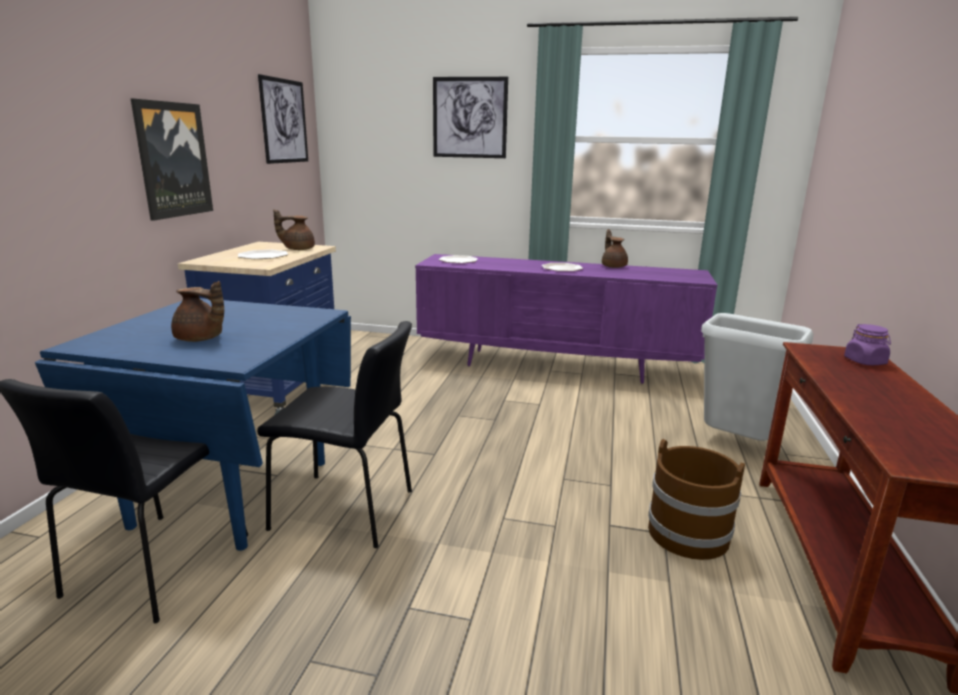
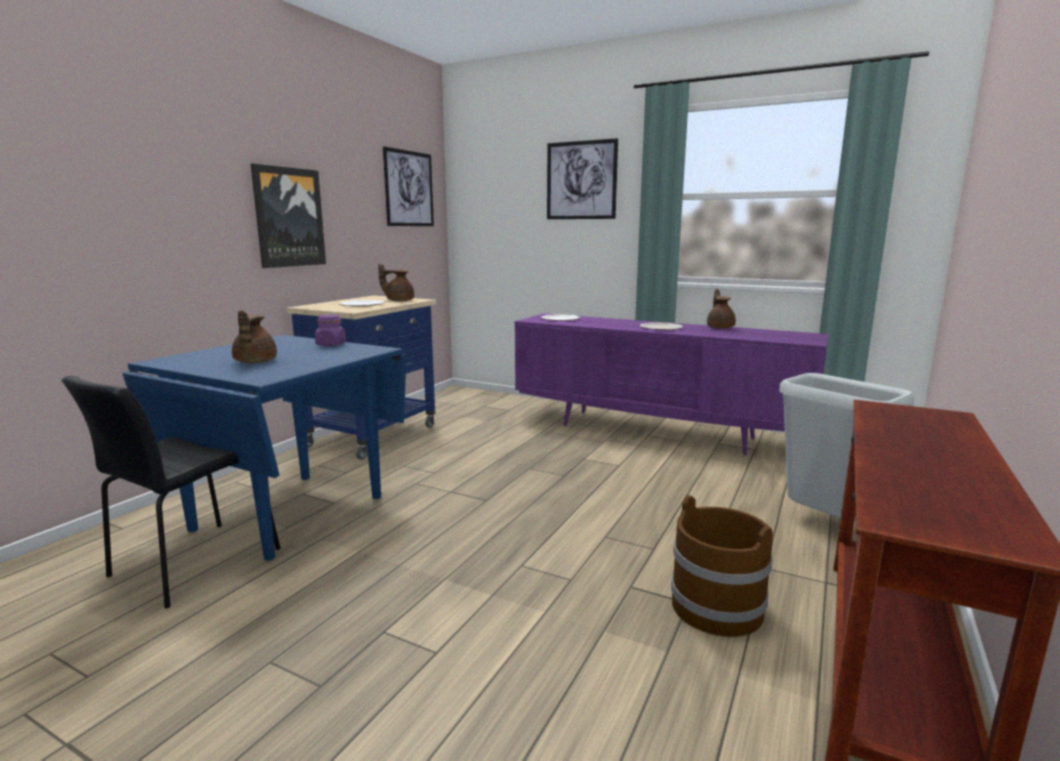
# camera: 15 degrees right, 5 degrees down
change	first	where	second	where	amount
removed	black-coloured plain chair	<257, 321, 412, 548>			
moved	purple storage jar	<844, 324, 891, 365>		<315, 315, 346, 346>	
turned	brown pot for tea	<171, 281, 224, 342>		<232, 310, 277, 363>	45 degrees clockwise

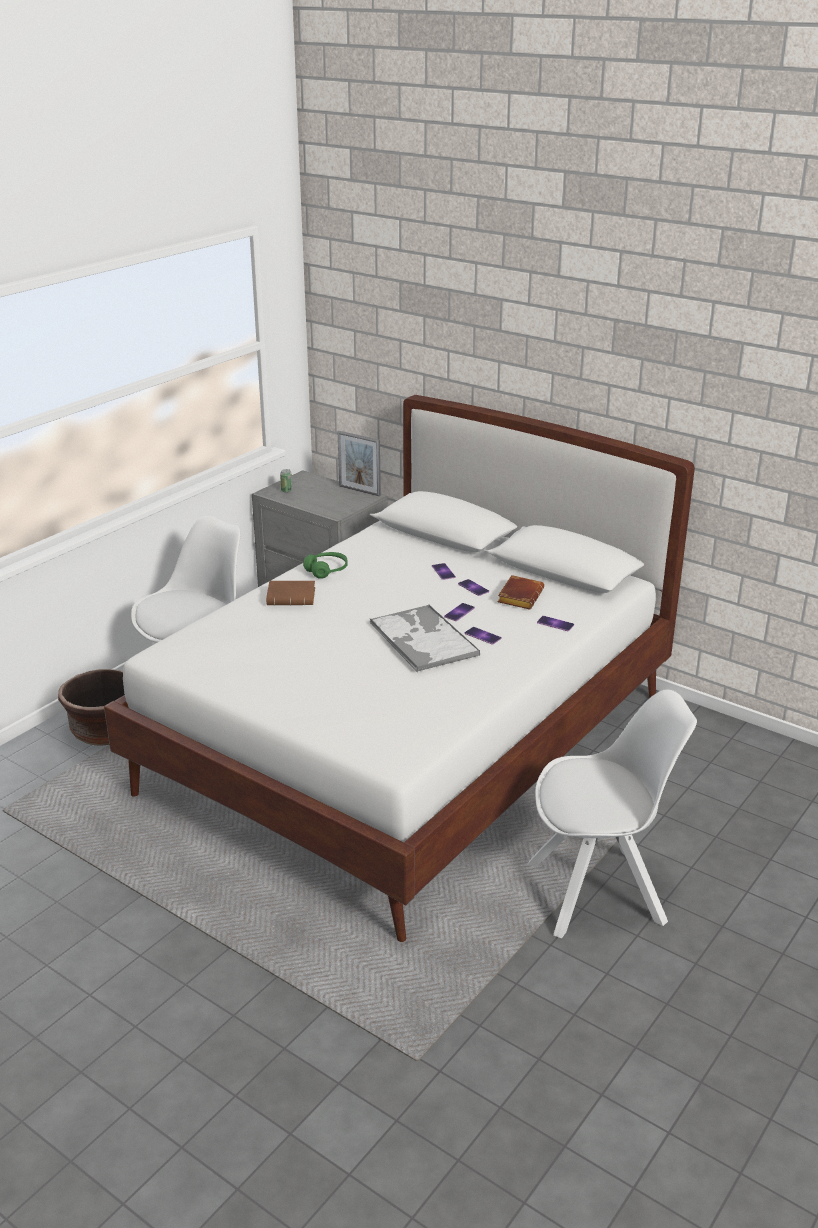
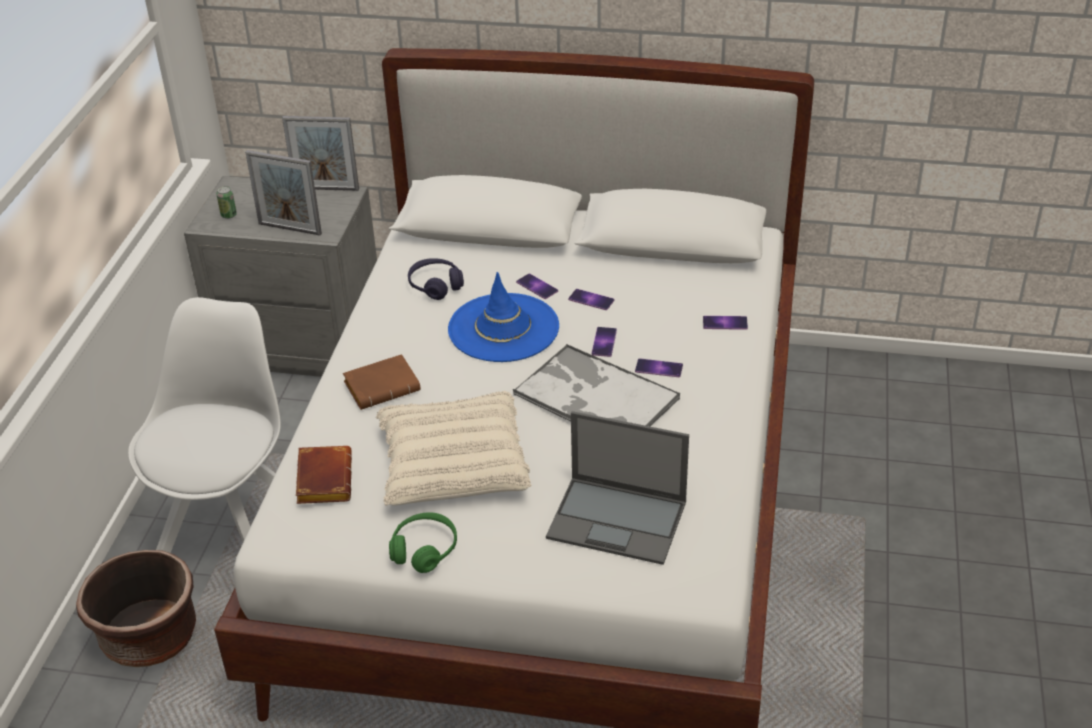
# camera: 25 degrees left, 10 degrees up
change	first	where	second	where	amount
removed	white-coloured plain chair	<528, 690, 697, 939>			
added			picture frame	<245, 150, 322, 236>	
added			beige cushion	<376, 390, 531, 506>	
added			purple headphones	<408, 258, 464, 300>	
added			blue clothing hat	<448, 272, 559, 362>	
added			portable computer	<546, 411, 689, 565>	
moved	greenish headphones	<303, 552, 348, 579>		<389, 512, 457, 573>	
moved	brown bound book	<498, 575, 544, 609>		<296, 446, 352, 504>	

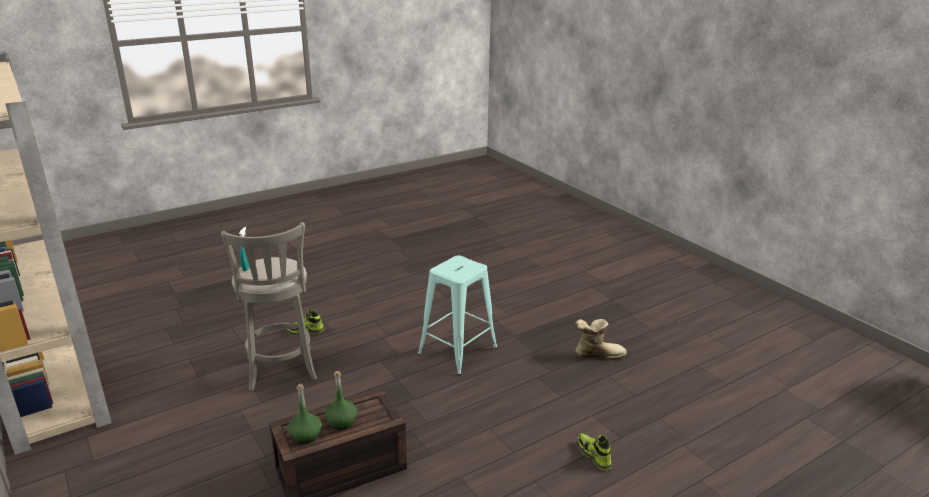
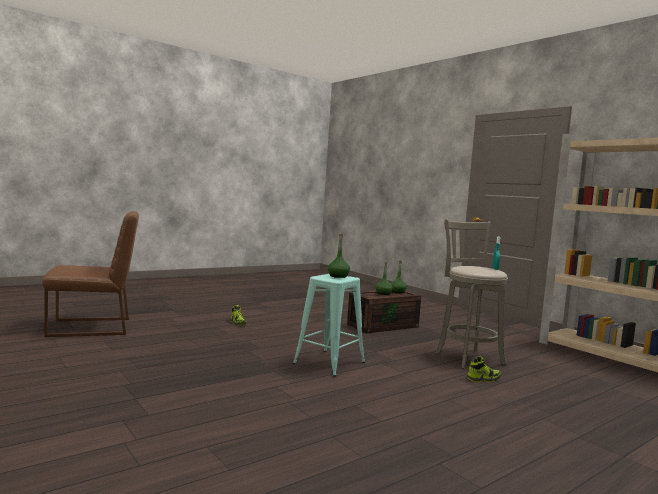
# camera: 175 degrees right, 20 degrees down
change	first	where	second	where	amount
removed	high-top boot	<575, 319, 627, 360>			
added			brown plain chair	<42, 211, 139, 337>	
added			greenish bottle	<328, 234, 350, 278>	

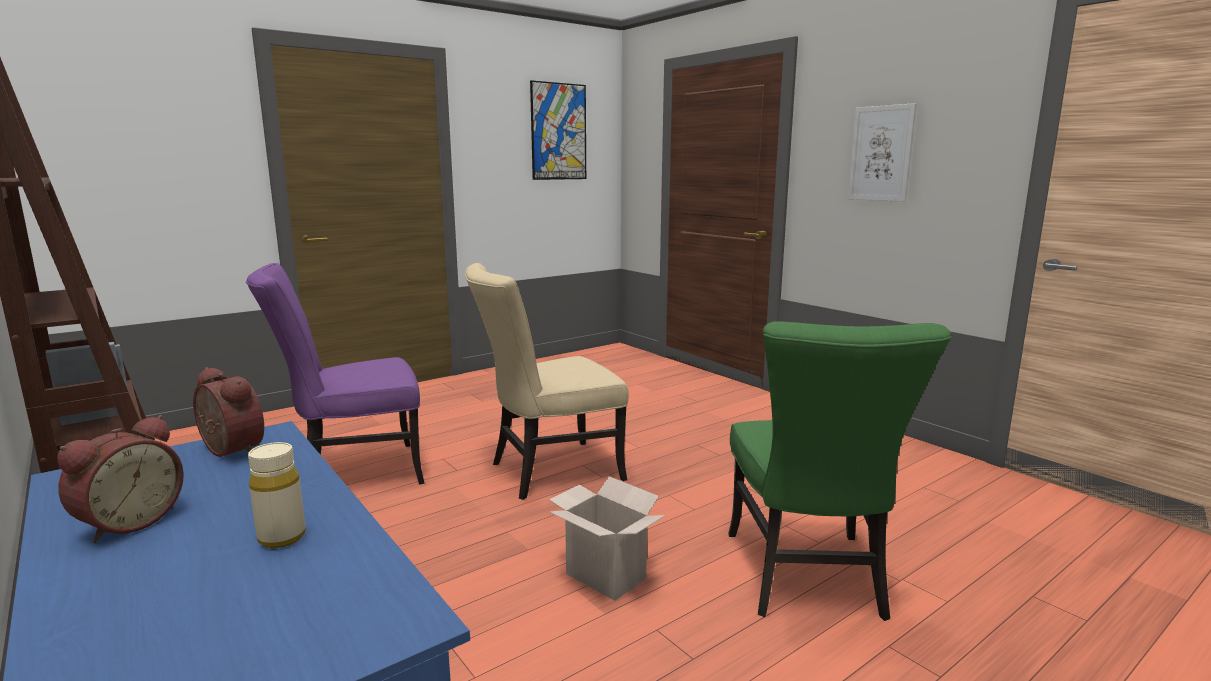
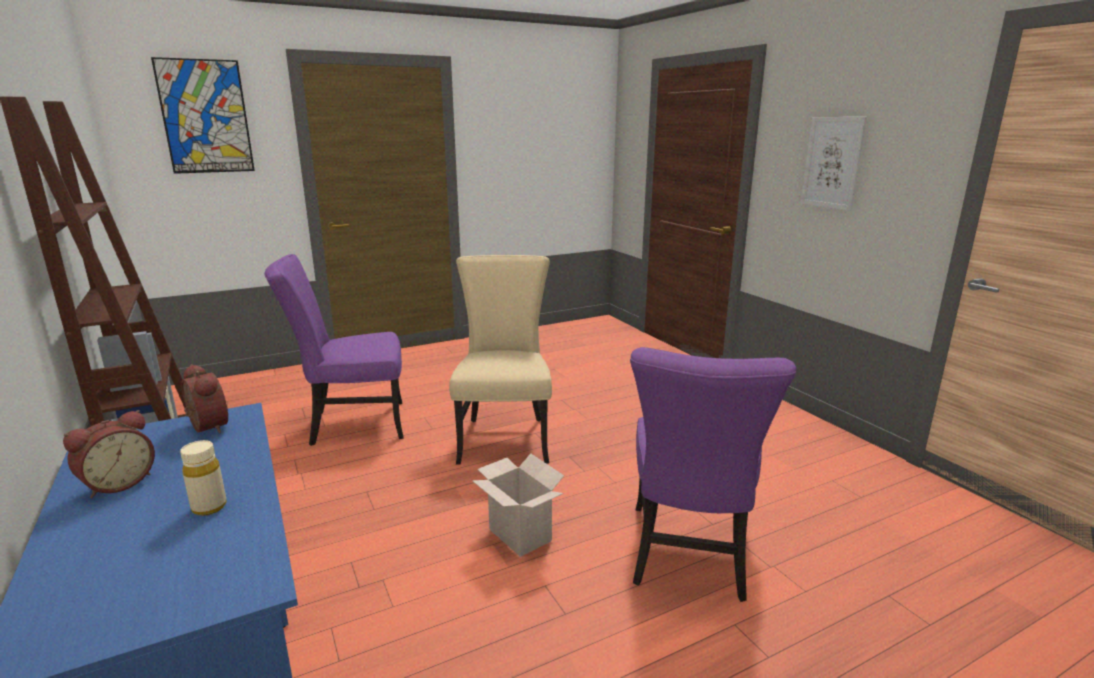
# camera: 10 degrees right, 5 degrees up
change	first	where	second	where	amount
moved	wall art	<530, 80, 586, 180>		<151, 57, 255, 174>	
recoloured	greenish plain chair	<728, 321, 951, 621>	purple plain chair	<630, 347, 796, 602>	
turned	beige plain chair	<465, 263, 628, 500>		<449, 255, 552, 465>	105 degrees clockwise

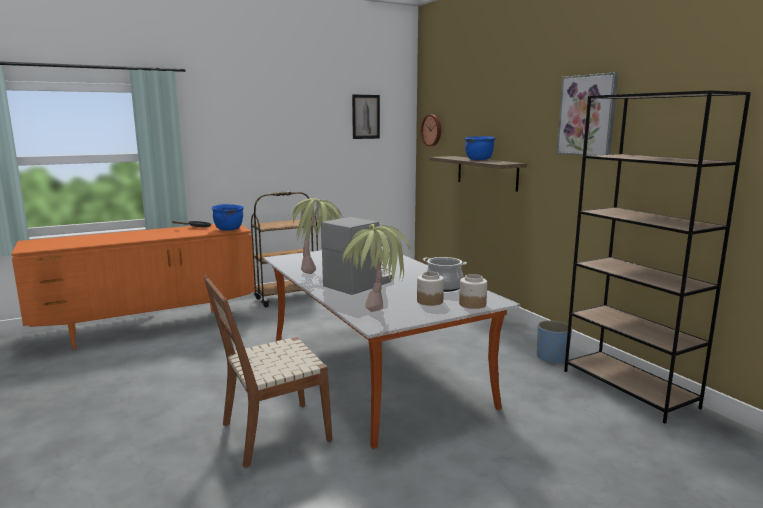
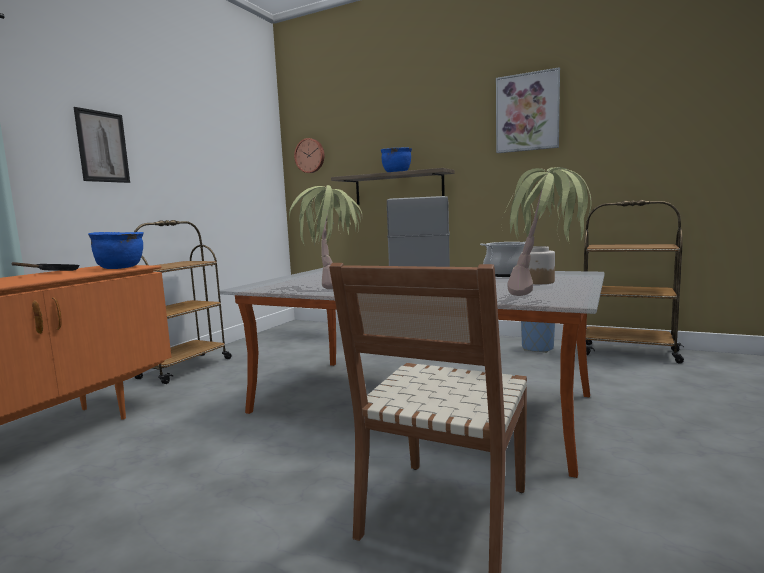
# camera: 35 degrees left, 5 degrees down
change	first	where	second	where	amount
removed	storage jar	<459, 274, 487, 309>			
moved	wall art	<352, 94, 380, 139>		<74, 107, 130, 183>	
replaced	beige bookcase	<564, 90, 751, 424>	brown trolley	<584, 200, 685, 364>	

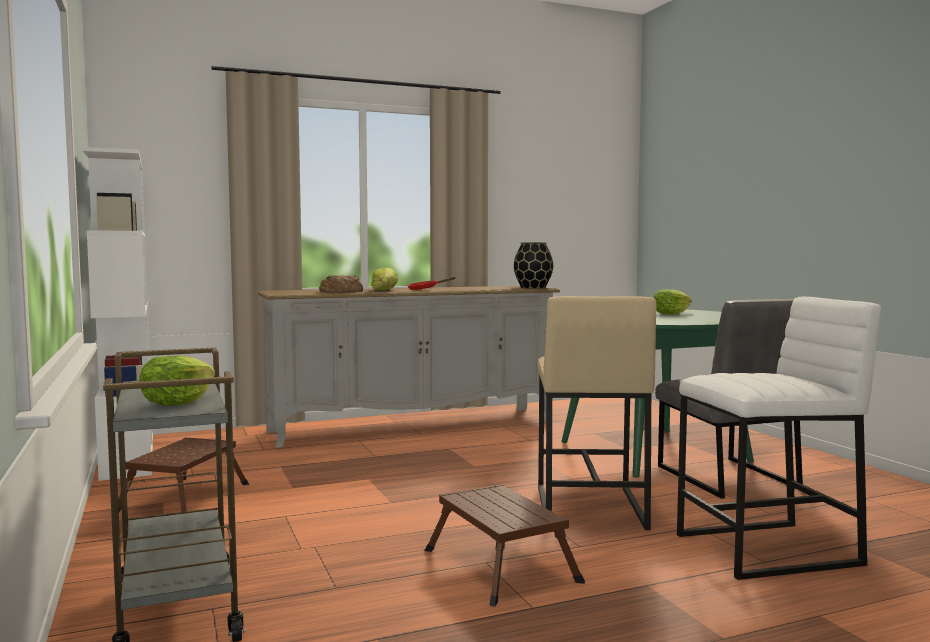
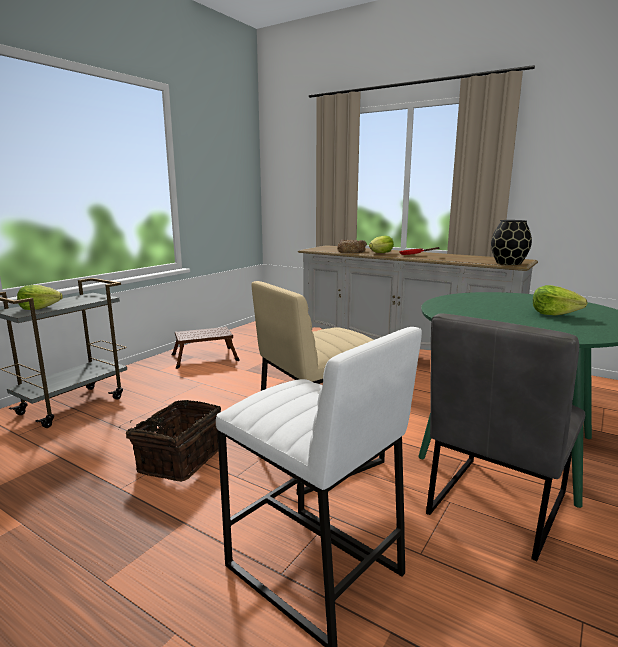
# camera: 55 degrees right, 10 degrees up
change	first	where	second	where	amount
removed	white-coloured bookcase	<83, 147, 153, 481>			
replaced	brown step stool	<424, 484, 585, 607>	basket	<119, 400, 221, 482>	

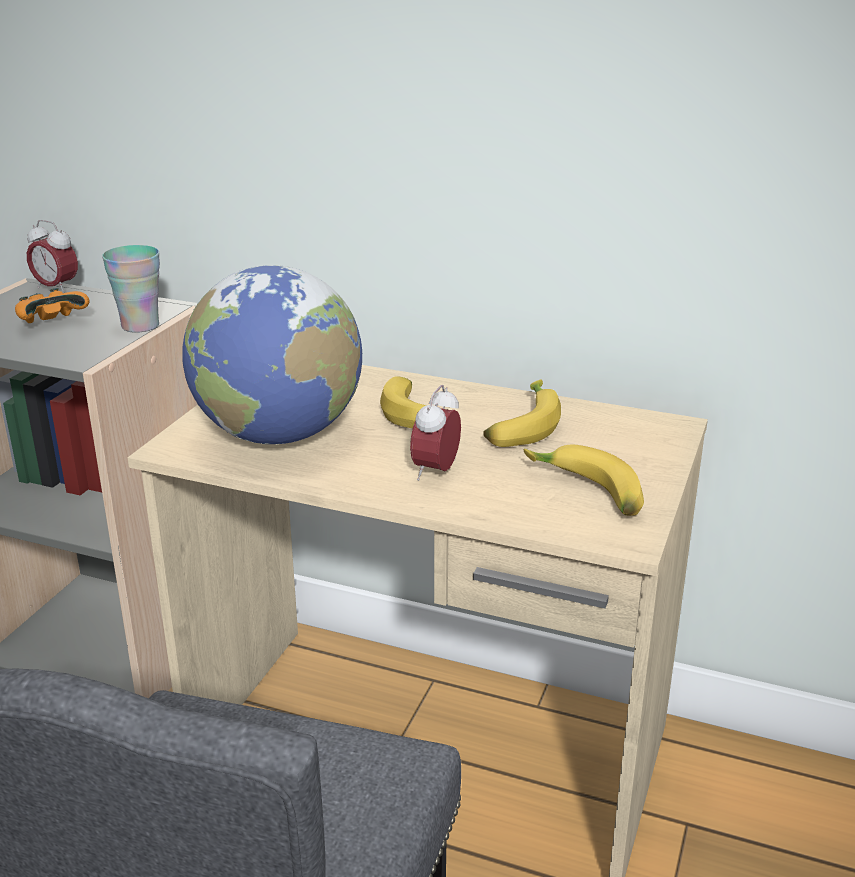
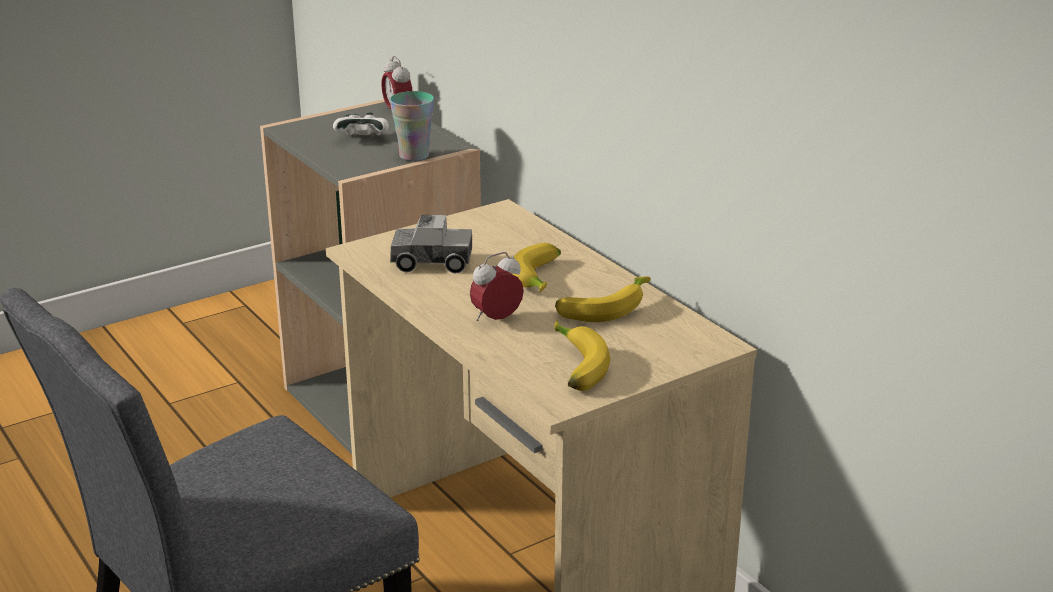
# camera: 35 degrees right, 0 degrees up
change	first	where	second	where	amount
replaced	desk globe	<182, 265, 362, 445>	toy truck	<390, 215, 472, 273>	
recoloured	orange game controller	<15, 288, 90, 323>	white-coloured game controller	<333, 112, 389, 135>	

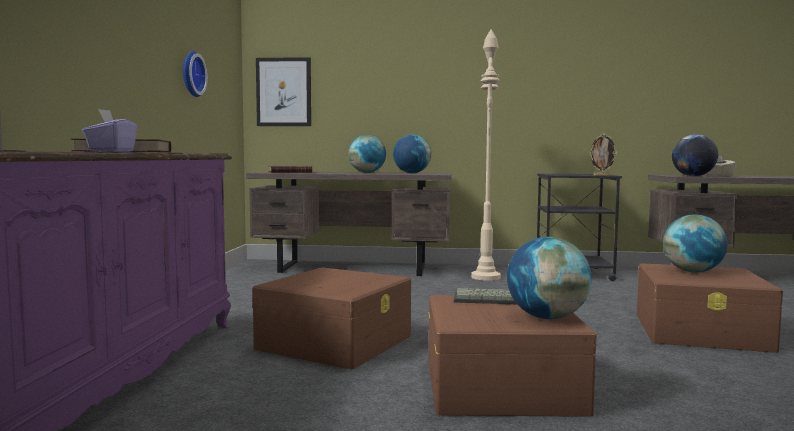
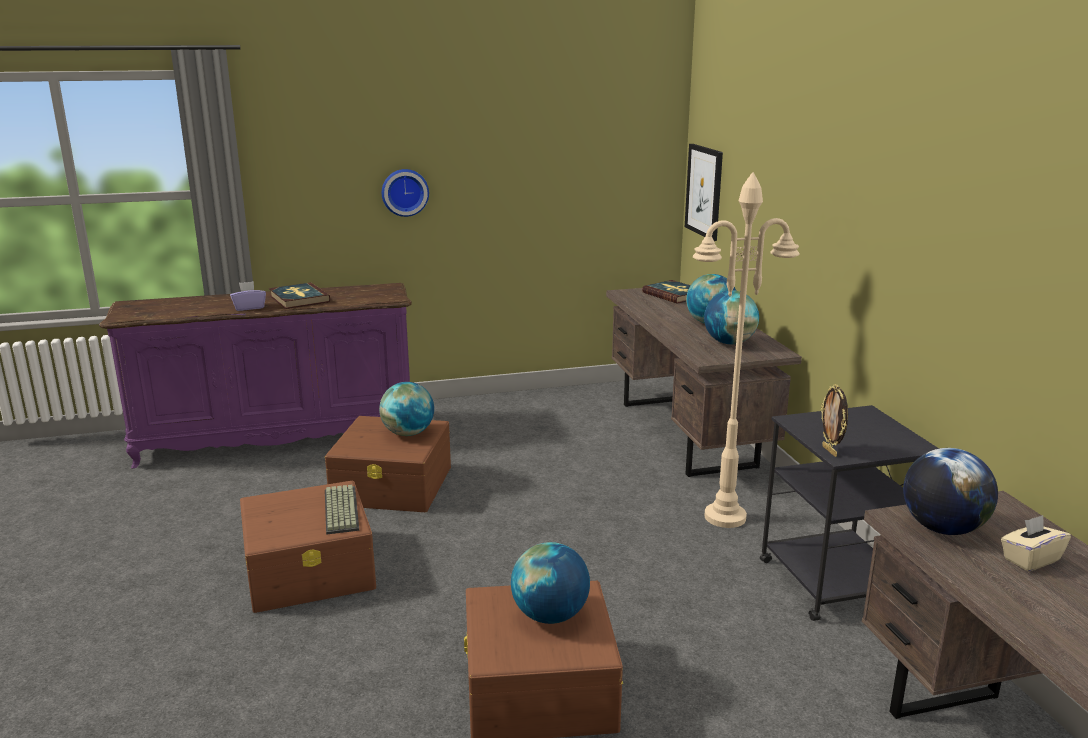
# camera: 70 degrees right, 15 degrees up
change	first	where	second	where	amount
moved	wall clock	<183, 51, 208, 97>		<382, 169, 429, 217>	
moved	desk globe	<507, 237, 592, 319>		<379, 382, 434, 436>	

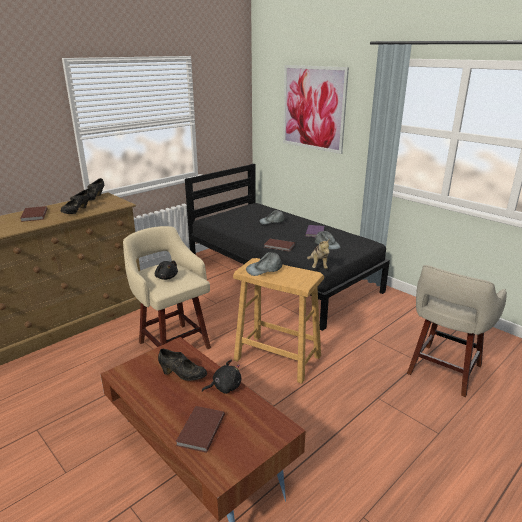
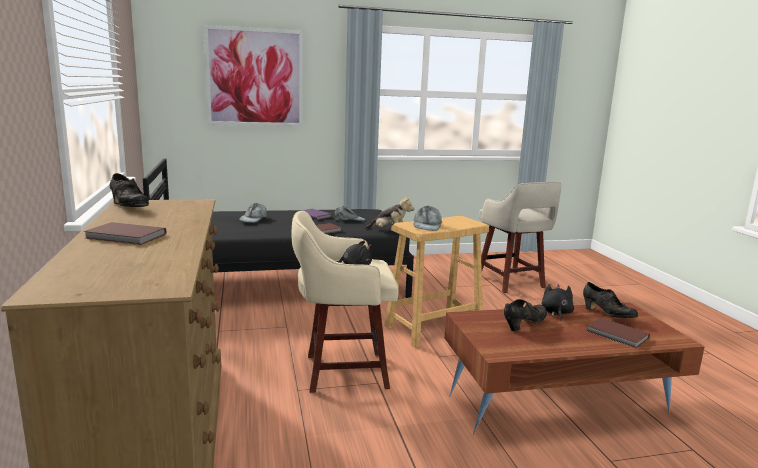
# camera: 60 degrees left, 10 degrees down
change	first	where	second	where	amount
moved	black-coloured low shoe	<61, 190, 90, 214>		<583, 282, 638, 318>	

